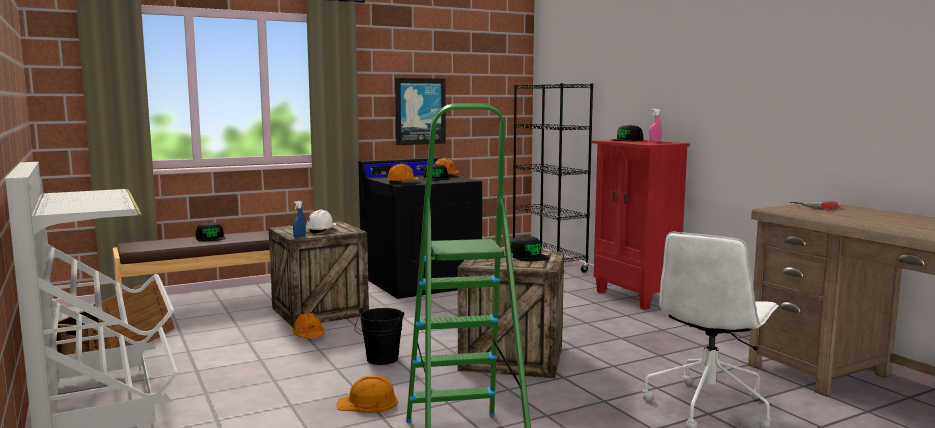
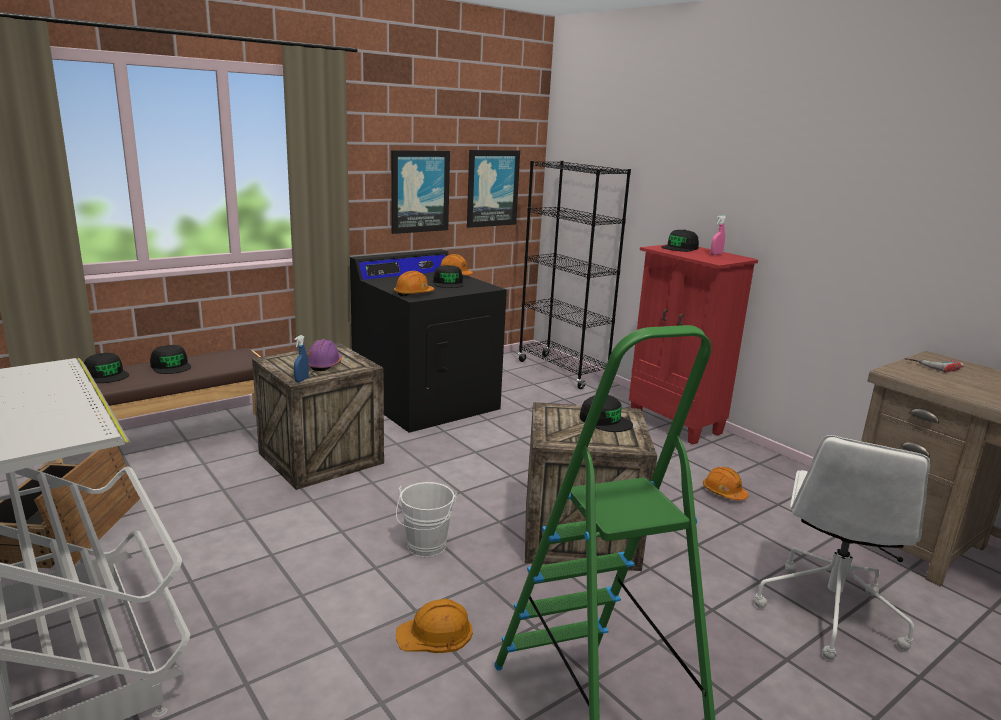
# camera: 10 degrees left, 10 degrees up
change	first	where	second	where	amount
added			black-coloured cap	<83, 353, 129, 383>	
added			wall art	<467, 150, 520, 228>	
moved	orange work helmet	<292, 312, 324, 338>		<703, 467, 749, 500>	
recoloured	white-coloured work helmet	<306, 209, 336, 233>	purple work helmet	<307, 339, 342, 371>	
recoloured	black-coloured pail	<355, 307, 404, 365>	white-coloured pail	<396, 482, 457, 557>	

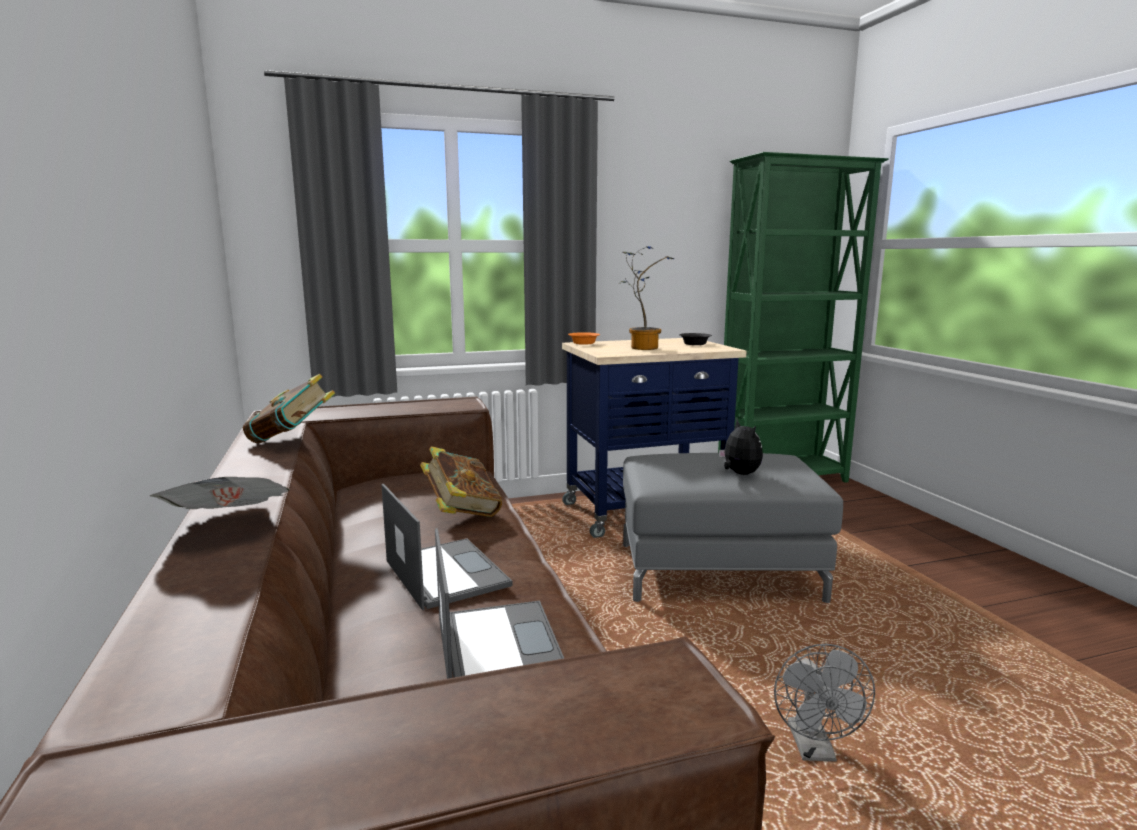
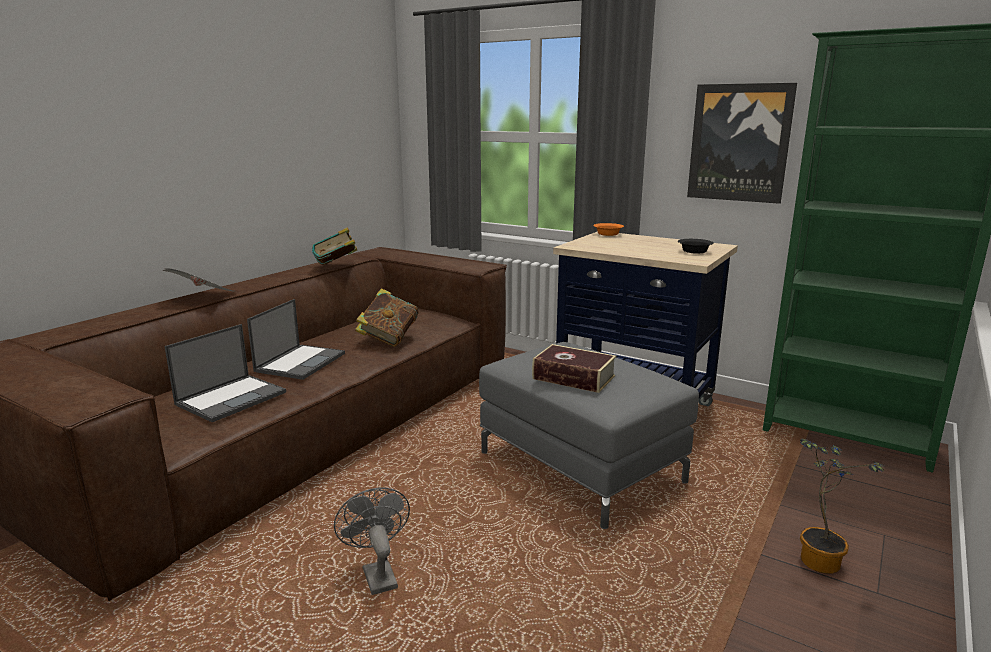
# camera: 50 degrees right, 5 degrees up
change	first	where	second	where	amount
added			wall art	<687, 83, 797, 204>	
moved	potted plant	<619, 246, 674, 350>		<800, 439, 884, 574>	
replaced	soft toy	<719, 419, 763, 475>	bound book	<532, 344, 616, 393>	
turned	gray fan	<774, 644, 875, 762>		<334, 487, 410, 595>	105 degrees clockwise

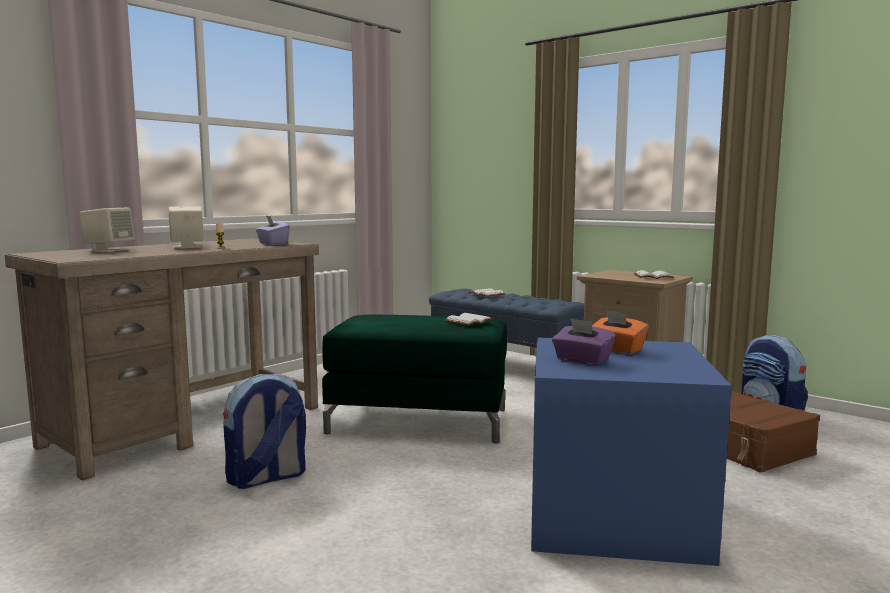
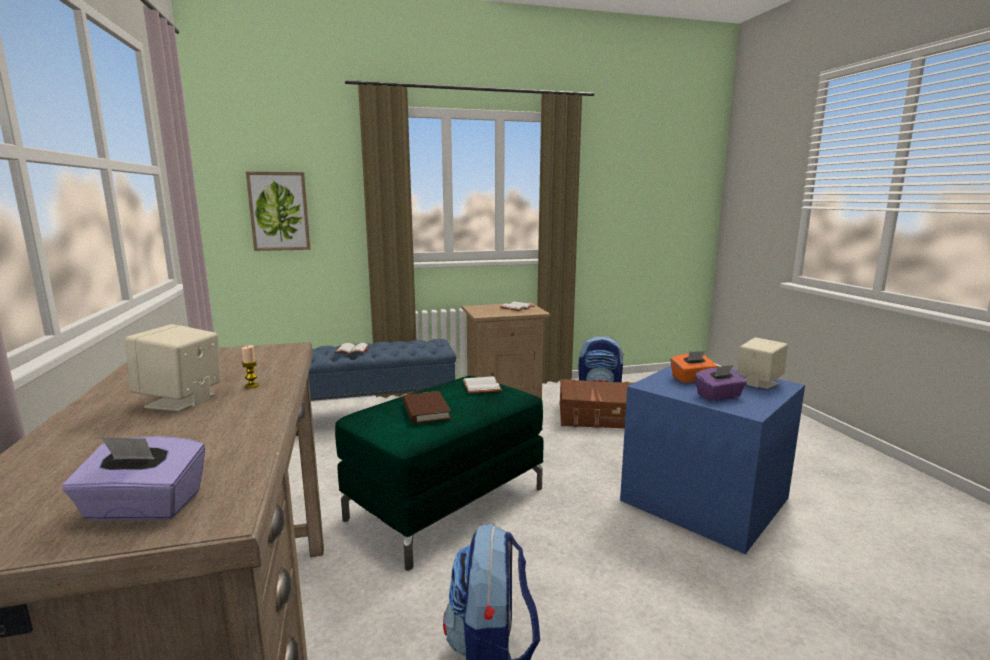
# camera: 55 degrees left, 5 degrees up
change	first	where	second	where	amount
added			wall art	<246, 172, 311, 251>	
added			brown bound book	<403, 391, 451, 424>	
moved	beige loudspeaker	<79, 207, 135, 252>		<738, 337, 788, 389>	
moved	purple tissue holder	<256, 216, 290, 245>		<62, 436, 205, 521>	

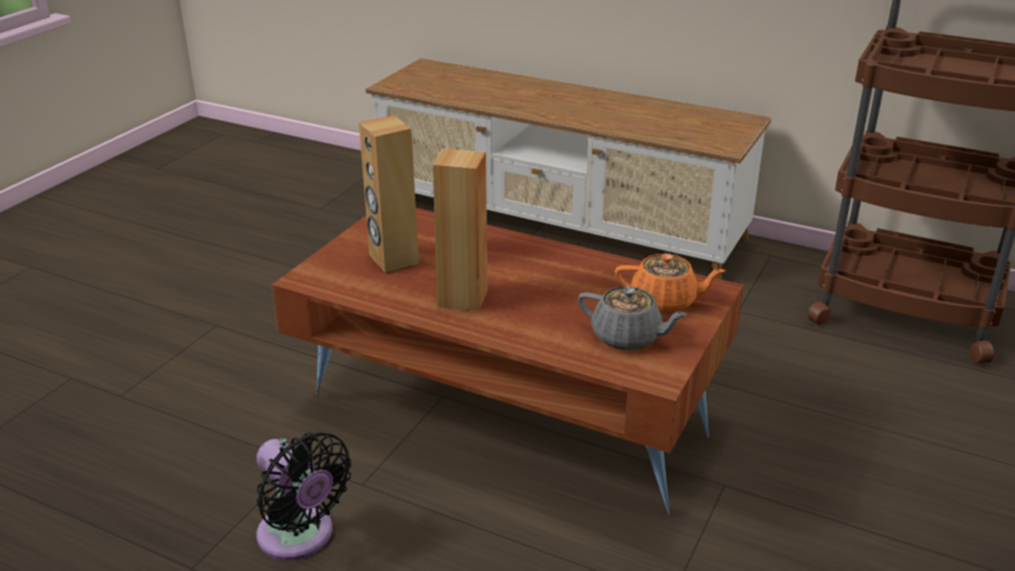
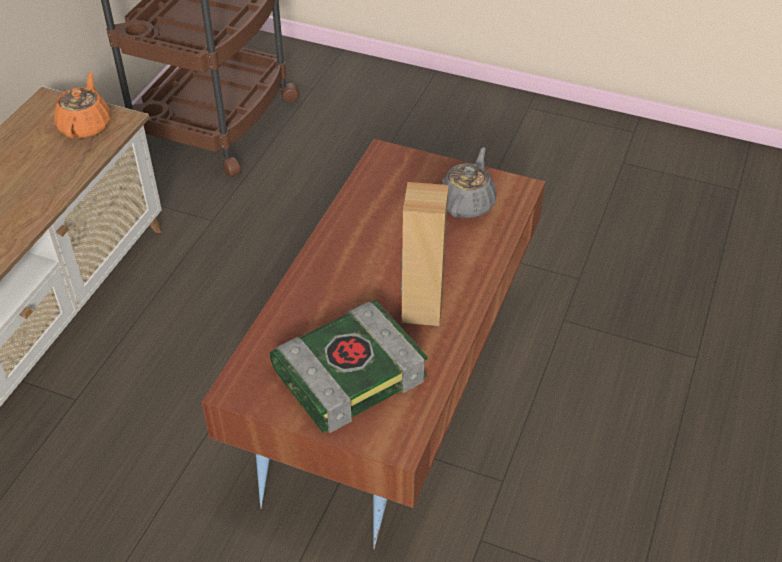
# camera: 95 degrees left, 15 degrees up
change	first	where	second	where	amount
removed	black-coloured fan	<256, 432, 352, 560>			
moved	orange pot for tea	<615, 254, 726, 313>		<54, 72, 111, 139>	
replaced	brown loudspeaker	<359, 115, 419, 273>	bound book	<270, 301, 428, 433>	

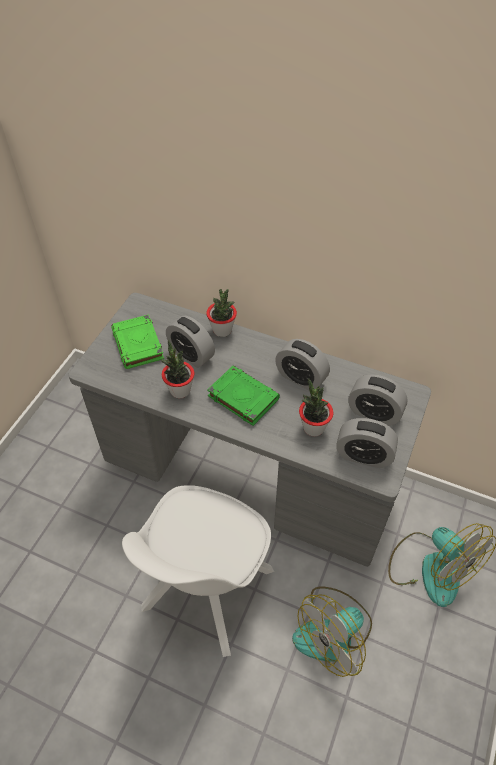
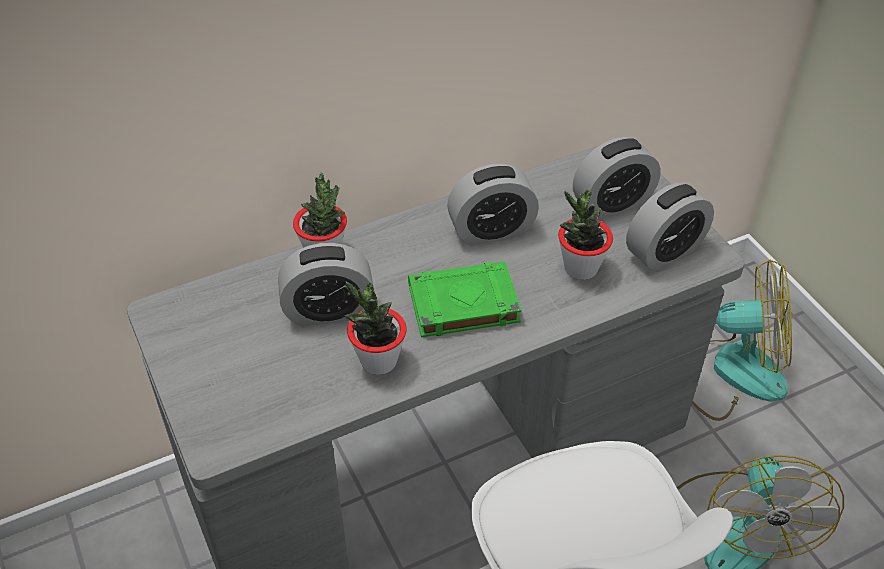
# camera: 50 degrees left, 5 degrees down
change	first	where	second	where	amount
removed	greenish bound book	<111, 314, 164, 369>			

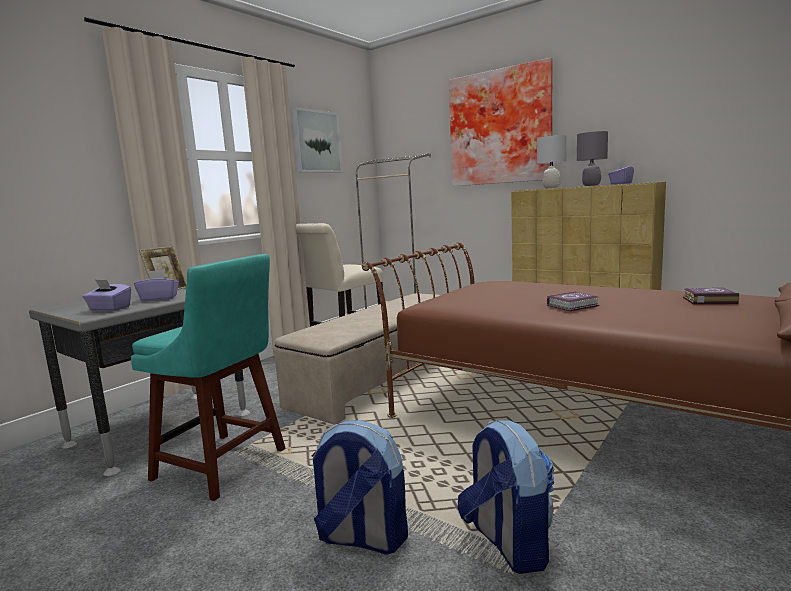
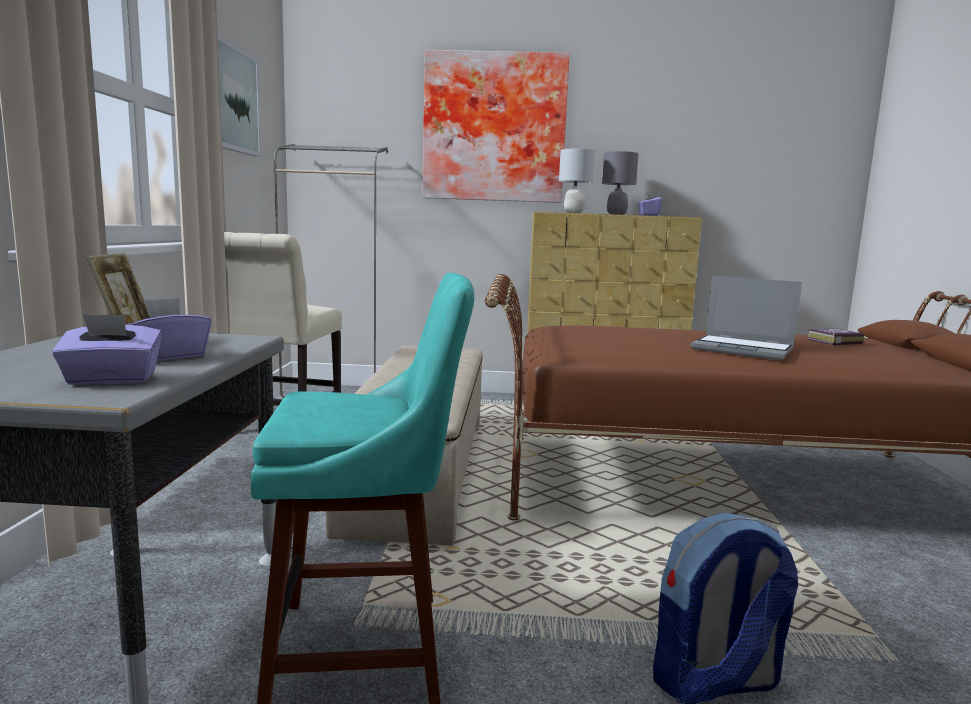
# camera: 35 degrees left, 0 degrees up
change	first	where	second	where	amount
removed	rucksack	<458, 420, 554, 574>			
replaced	bound book	<547, 291, 599, 312>	portable computer	<690, 276, 802, 360>	

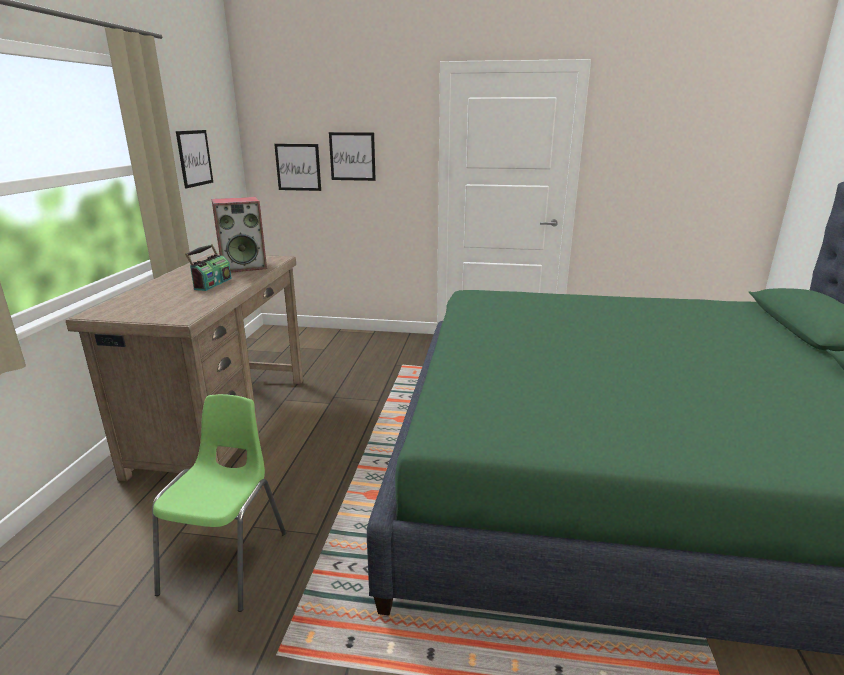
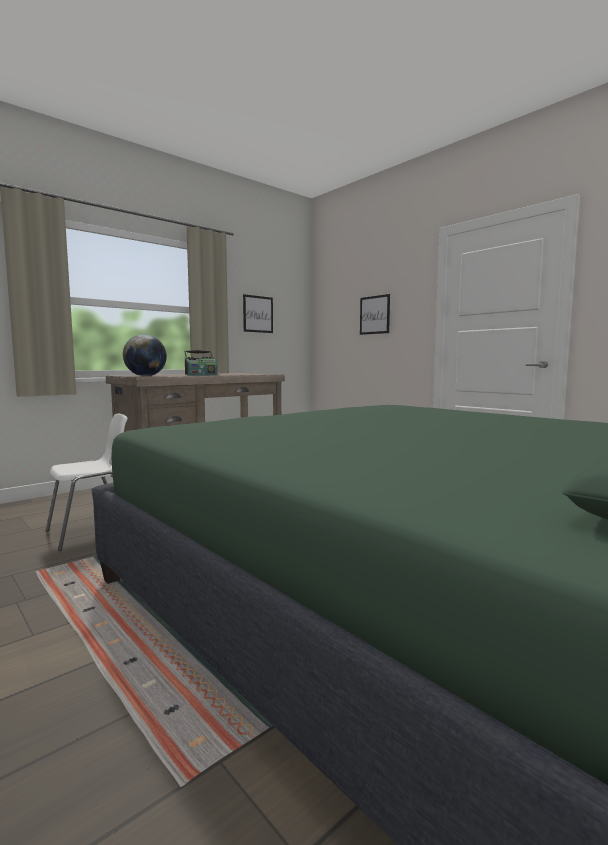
# camera: 40 degrees right, 15 degrees down
change	first	where	second	where	amount
removed	loudspeaker	<211, 197, 267, 273>			
removed	wall art	<274, 144, 321, 191>			
added			desk globe	<123, 334, 167, 376>	
recoloured	greenish plain chair	<152, 394, 286, 612>	white-coloured plain chair	<46, 414, 127, 551>	

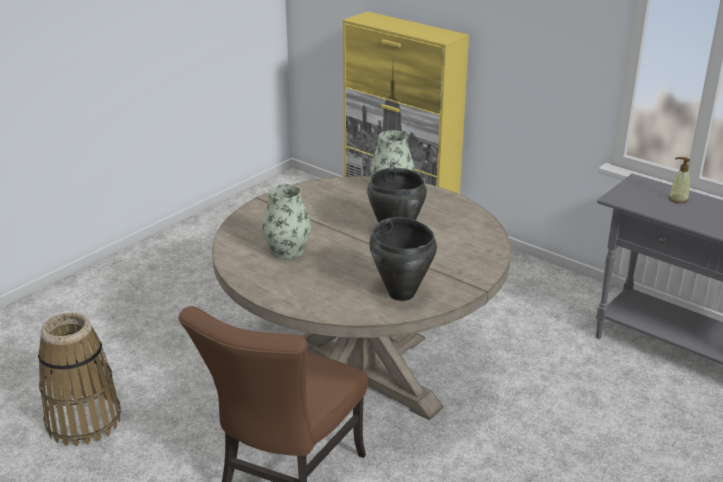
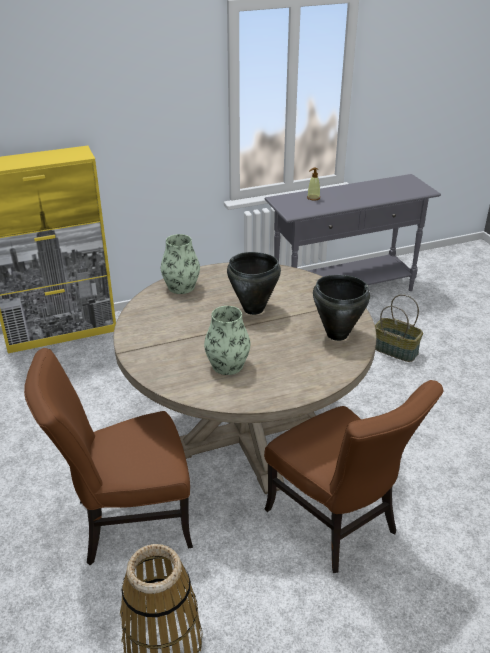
# camera: 60 degrees left, 5 degrees up
change	first	where	second	where	amount
added			brown plain chair	<24, 348, 193, 565>	
added			basket	<375, 294, 423, 362>	

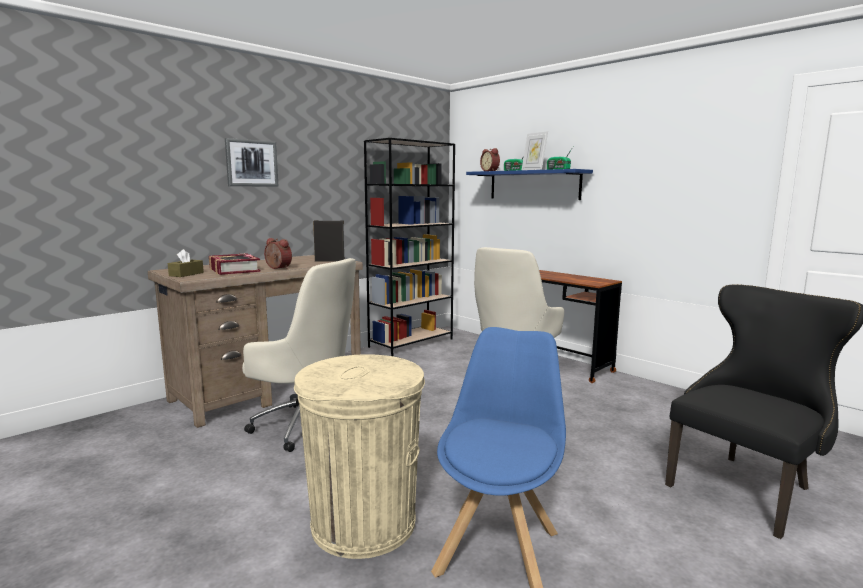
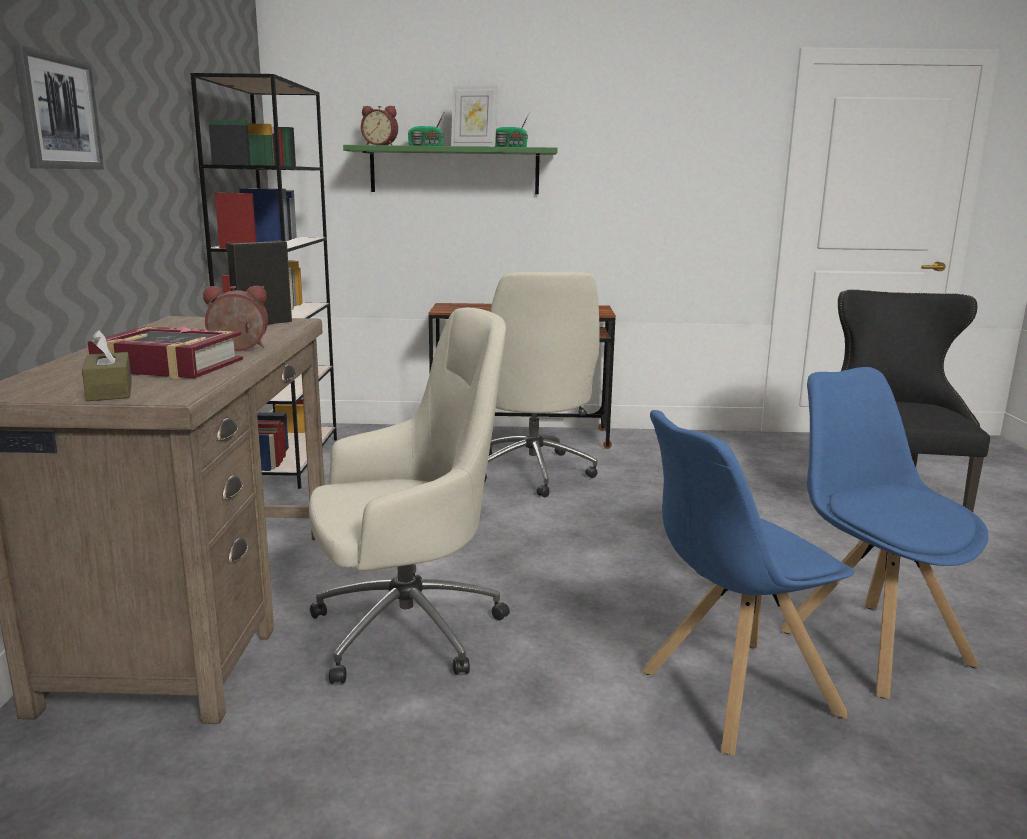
# camera: 45 degrees left, 5 degrees up
change	first	where	second	where	amount
replaced	beige waste bin	<294, 354, 425, 559>	blue plain chair	<642, 410, 854, 756>	
recoloured	blue bracket shelf	<466, 169, 593, 200>	greenish bracket shelf	<343, 145, 557, 194>	

